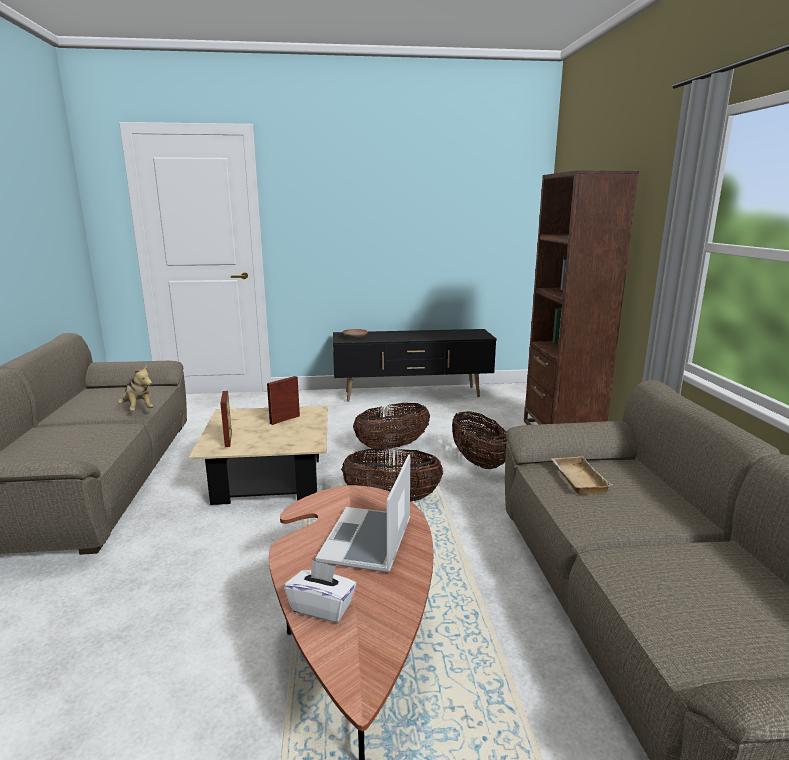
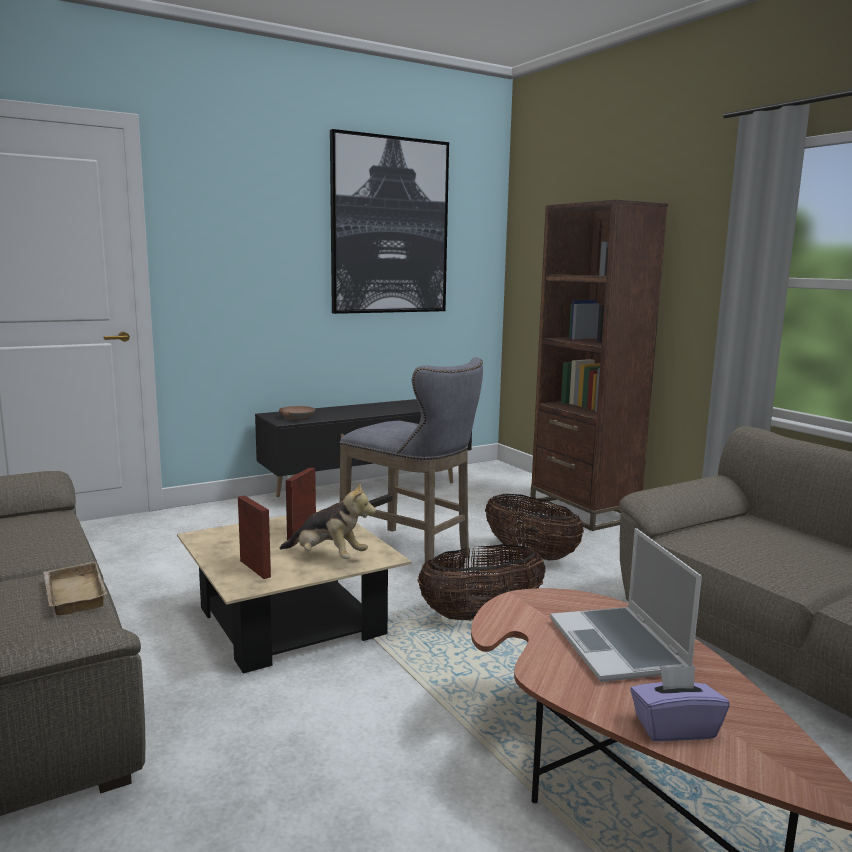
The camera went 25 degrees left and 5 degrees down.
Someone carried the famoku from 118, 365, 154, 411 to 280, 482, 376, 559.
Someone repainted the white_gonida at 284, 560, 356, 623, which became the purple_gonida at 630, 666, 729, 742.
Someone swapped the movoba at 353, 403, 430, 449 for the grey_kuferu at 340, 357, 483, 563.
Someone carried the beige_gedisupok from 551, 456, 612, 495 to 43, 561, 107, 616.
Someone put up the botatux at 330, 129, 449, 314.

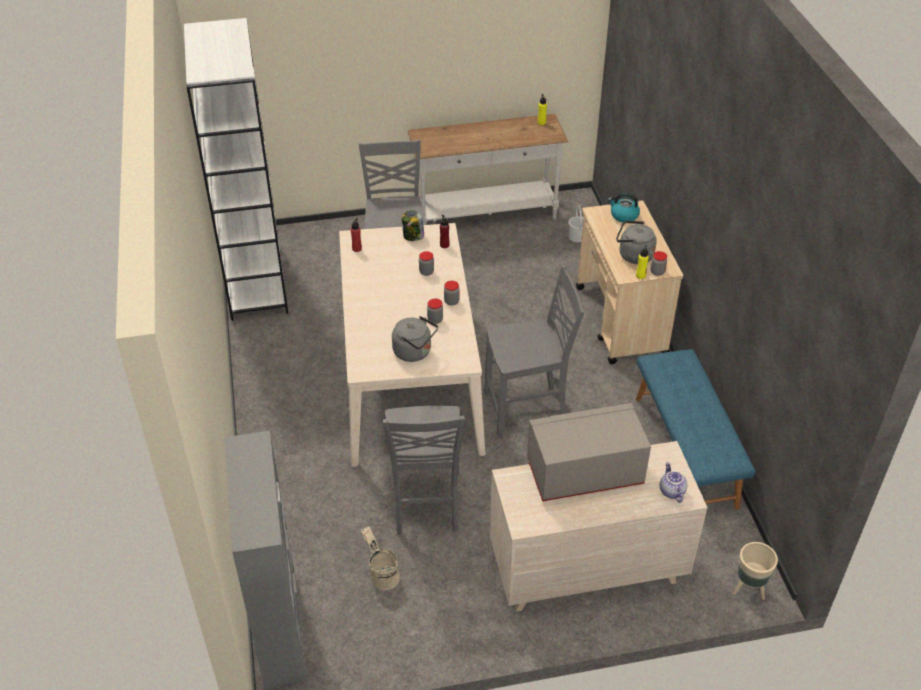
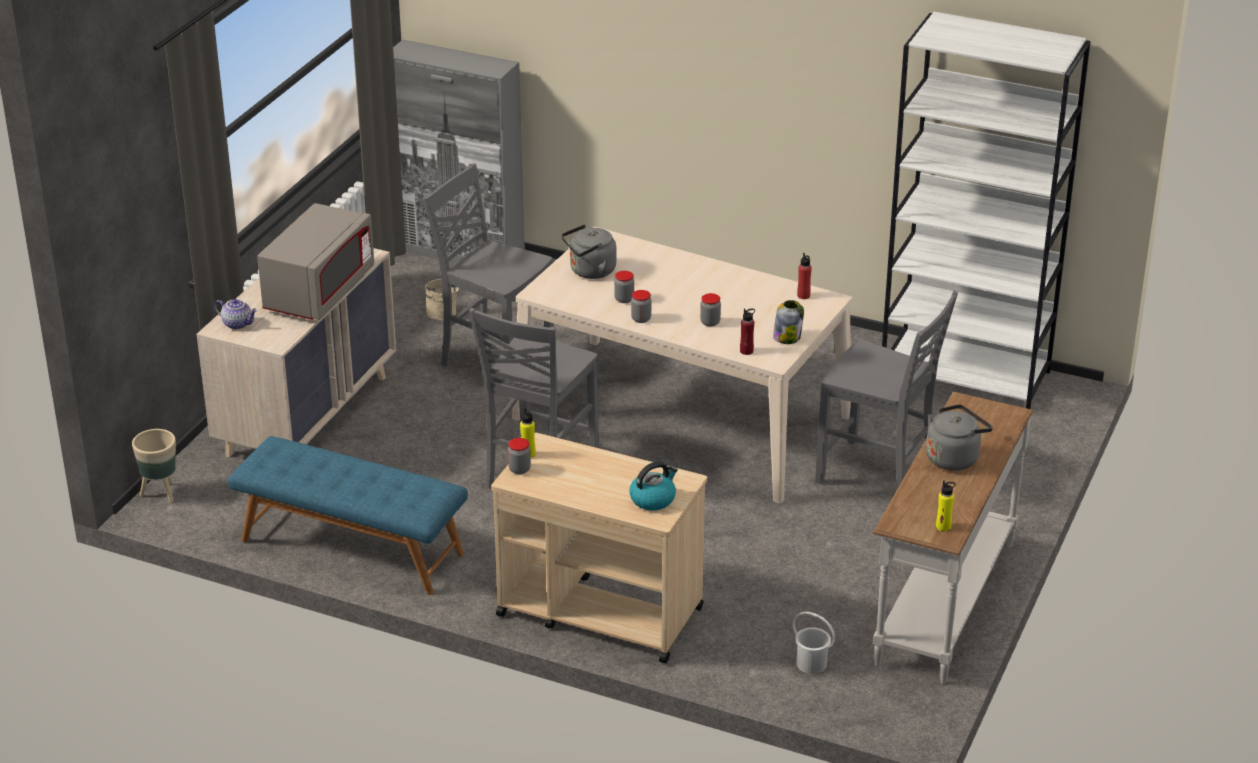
The camera went 125 degrees right and 10 degrees down.
Someone carried the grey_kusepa from 616, 220, 657, 264 to 926, 404, 993, 471.

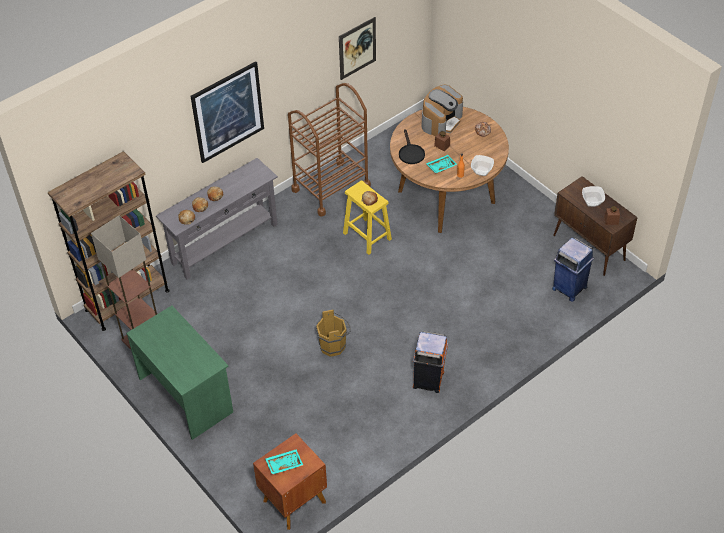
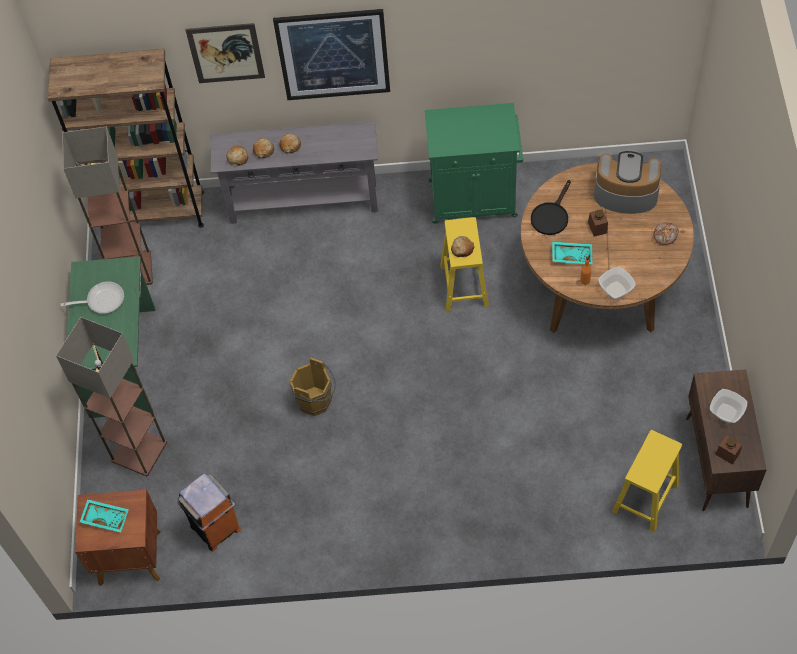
The camera went 40 degrees right and 10 degrees up.
Someone swapped the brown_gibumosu at 288, 83, 371, 217 for the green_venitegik at 425, 103, 523, 224.
Someone carried the botatux from 339, 17, 376, 80 to 185, 23, 265, 83.
Someone carried the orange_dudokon from 413, 331, 448, 393 to 177, 473, 241, 551.
Someone rotated the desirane at 421, 85, 463, 136 by 150 degrees counterclockwise.
Someone swapped the blue_dudokon at 552, 238, 594, 302 for the yellow_kuferu at 612, 430, 682, 532.
Someone put down the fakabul at 56, 317, 167, 476.
Someone put down the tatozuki at 61, 281, 124, 313.

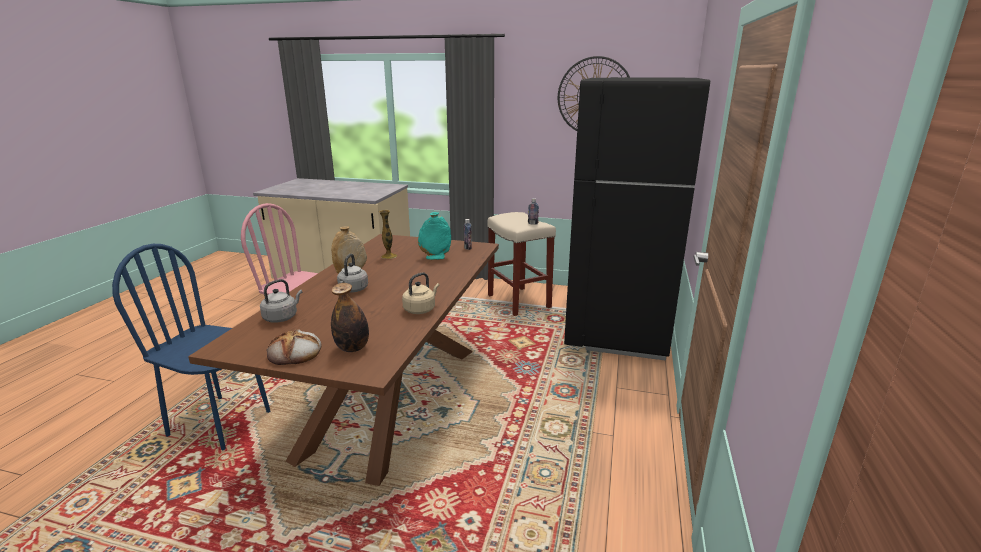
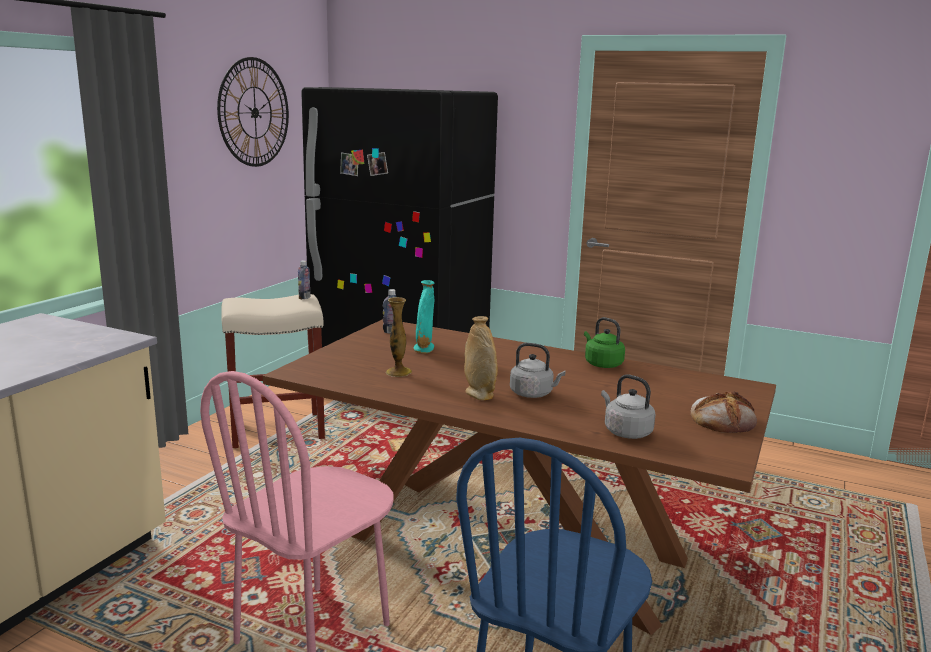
The camera went 80 degrees left and 5 degrees down.
Someone took away the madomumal at 331, 283, 369, 352.
Someone repainted the beige_kusepa at 402, 272, 439, 314, which became the green_kusepa at 584, 317, 625, 368.

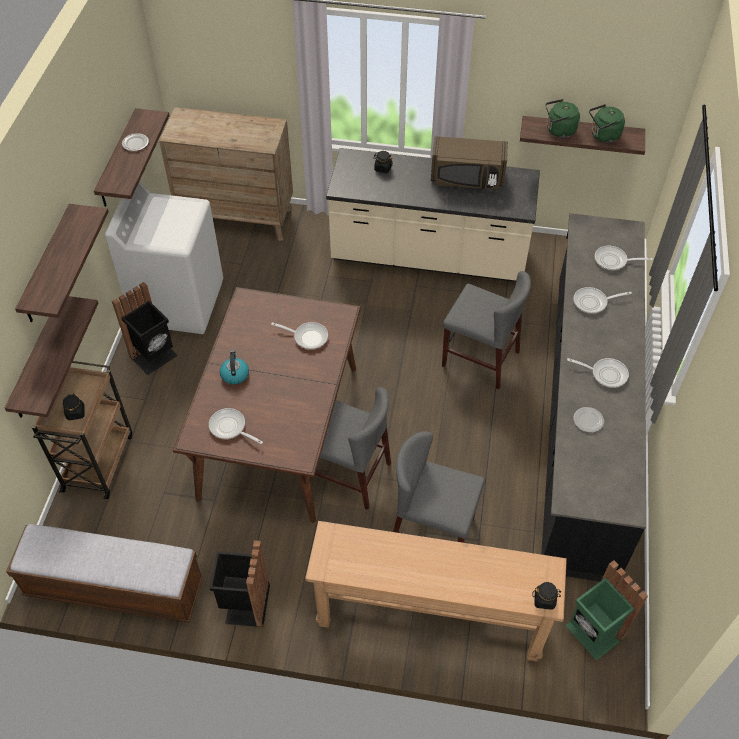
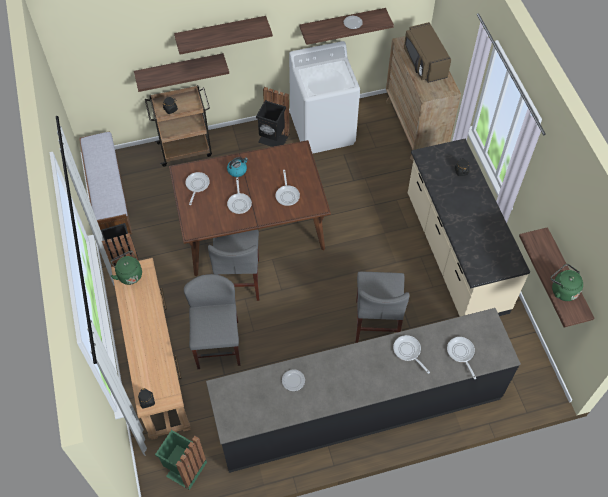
The camera went 65 degrees right and 5 degrees up.
Someone carried the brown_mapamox from 431, 136, 508, 190 to 404, 22, 451, 83.
Someone carried the green_kusepa from 546, 99, 580, 138 to 110, 251, 142, 285.
Someone carried the tatozuki from 567, 358, 629, 388 to 227, 177, 252, 214.

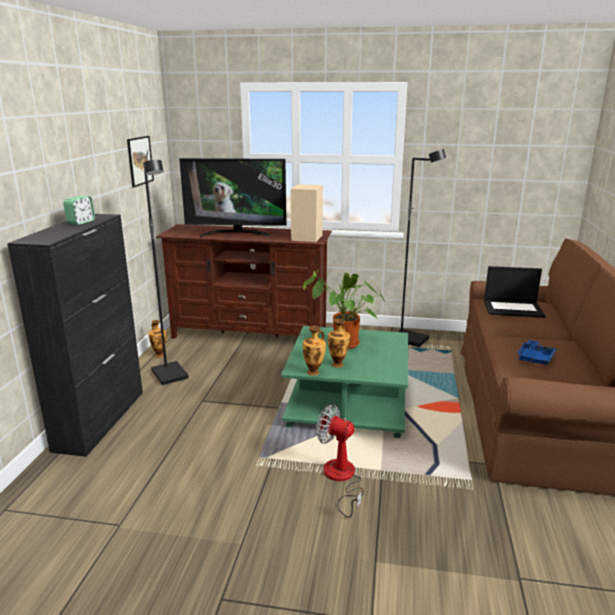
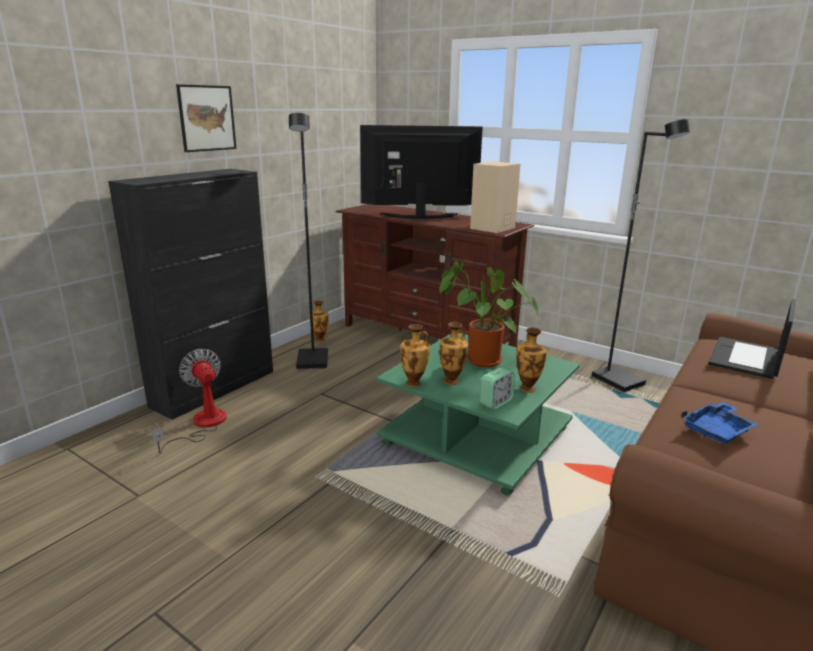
The camera went 25 degrees right and 0 degrees up.
Someone carried the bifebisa from 63, 196, 95, 225 to 480, 368, 515, 410.
Someone carried the botatux from 127, 136, 154, 187 to 176, 84, 237, 152.
Someone rotated the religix at 179, 158, 287, 237 by 150 degrees clockwise.
Someone carried the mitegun from 316, 404, 364, 518 to 152, 349, 227, 454.
Someone rotated the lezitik at 484, 266, 545, 318 by 90 degrees clockwise.
Someone put down the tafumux at 516, 328, 547, 393.

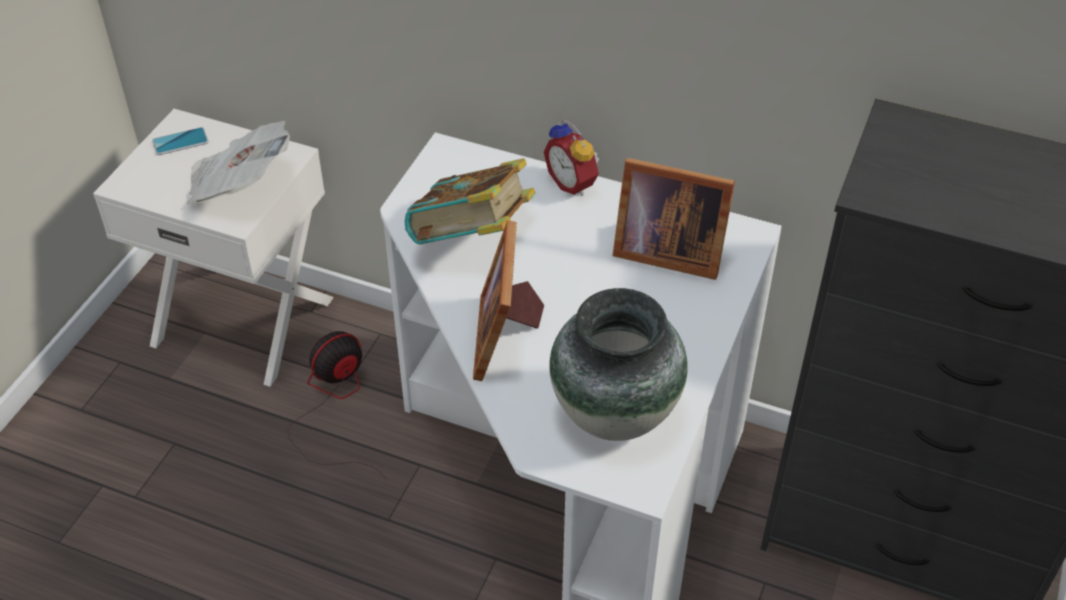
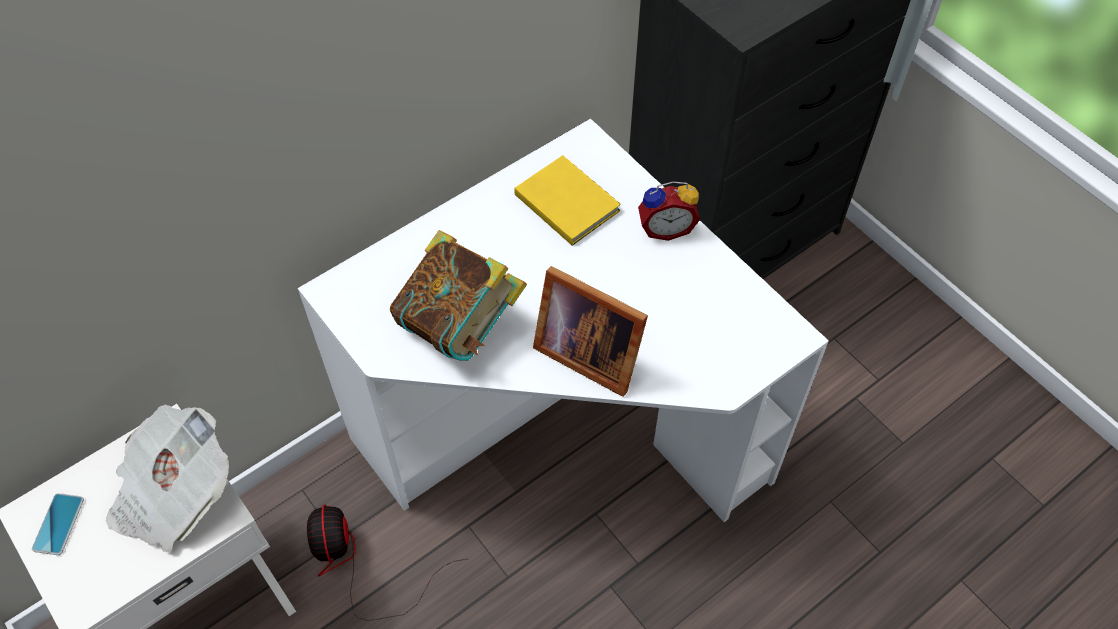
The camera went 60 degrees left and 10 degrees up.
Someone carried the bifebisa from 544, 119, 599, 196 to 638, 181, 700, 241.
Someone took away the tafumux at 549, 288, 688, 441.
Someone swapped the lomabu at 612, 158, 735, 280 for the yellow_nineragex at 514, 155, 621, 246.

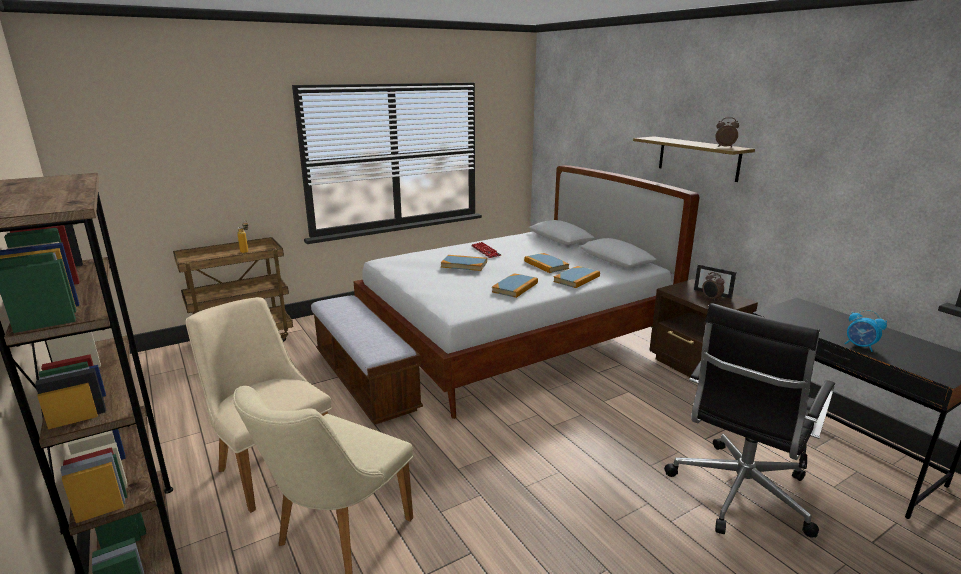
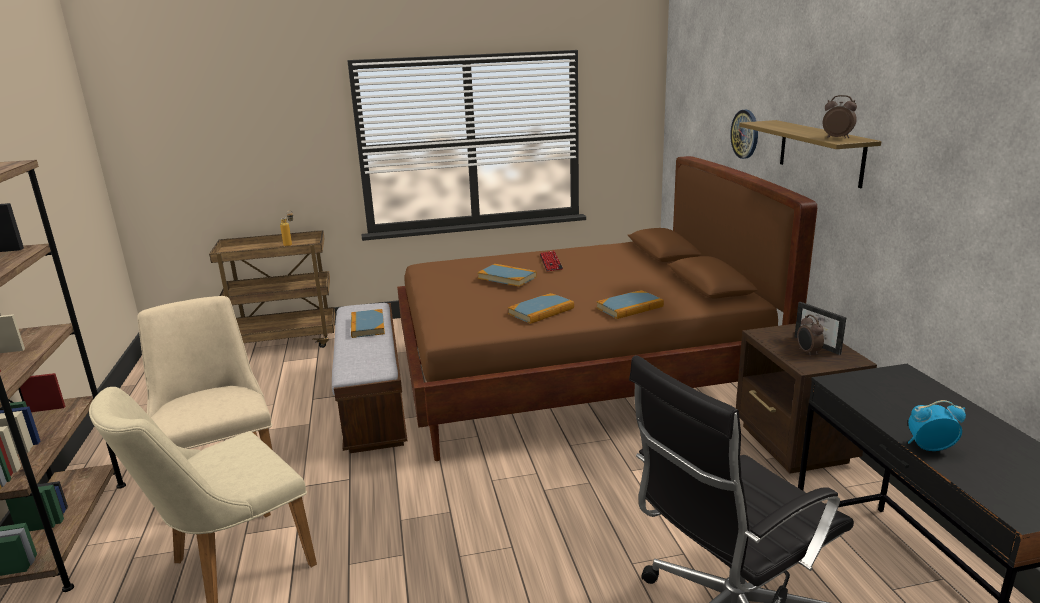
The camera went 20 degrees right and 0 degrees up.
Someone repainted the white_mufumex at 353, 165, 700, 419, which became the brown_mufumex at 397, 156, 817, 461.
Someone carried the nineragex from 524, 253, 569, 273 to 351, 309, 385, 338.
Someone rotated the bifebisa at 845, 310, 887, 352 by 120 degrees clockwise.
Someone put up the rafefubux at 730, 110, 758, 159.

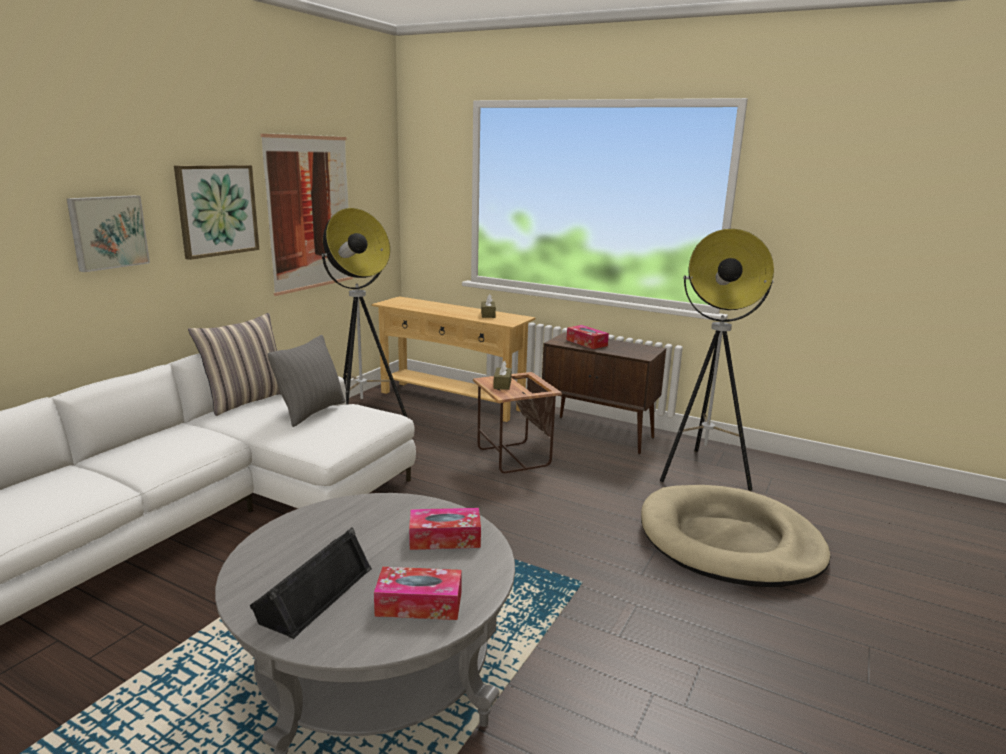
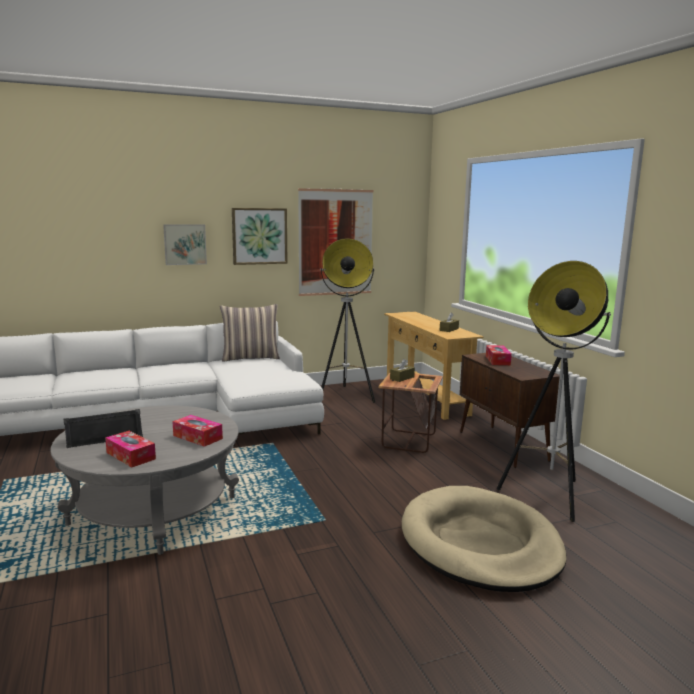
The camera went 40 degrees right and 5 degrees down.
Someone took away the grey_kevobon at 268, 335, 345, 427.

